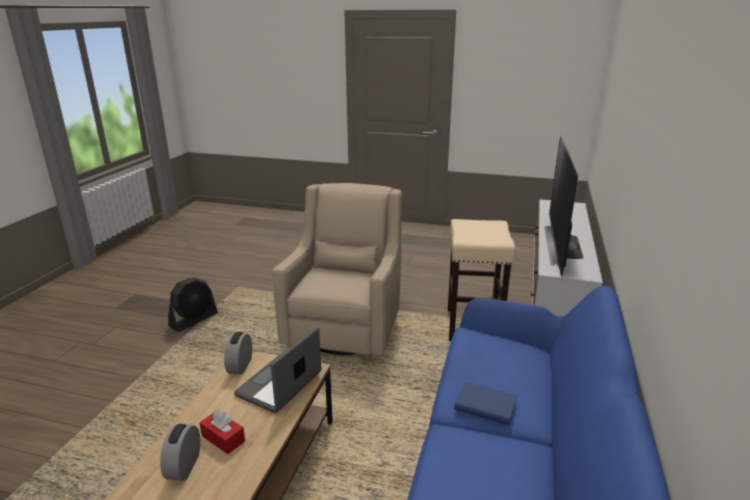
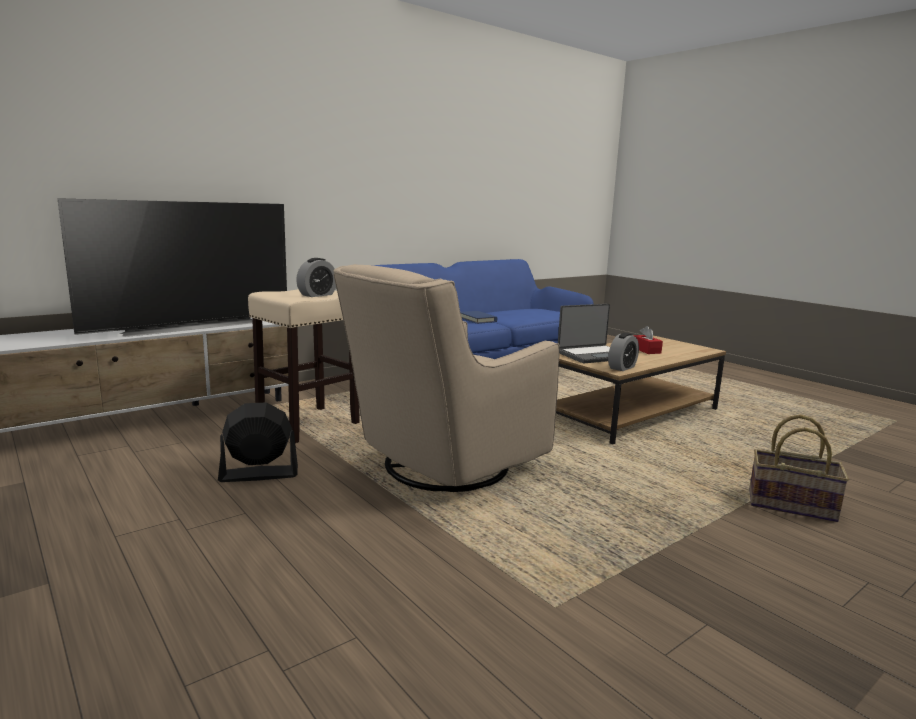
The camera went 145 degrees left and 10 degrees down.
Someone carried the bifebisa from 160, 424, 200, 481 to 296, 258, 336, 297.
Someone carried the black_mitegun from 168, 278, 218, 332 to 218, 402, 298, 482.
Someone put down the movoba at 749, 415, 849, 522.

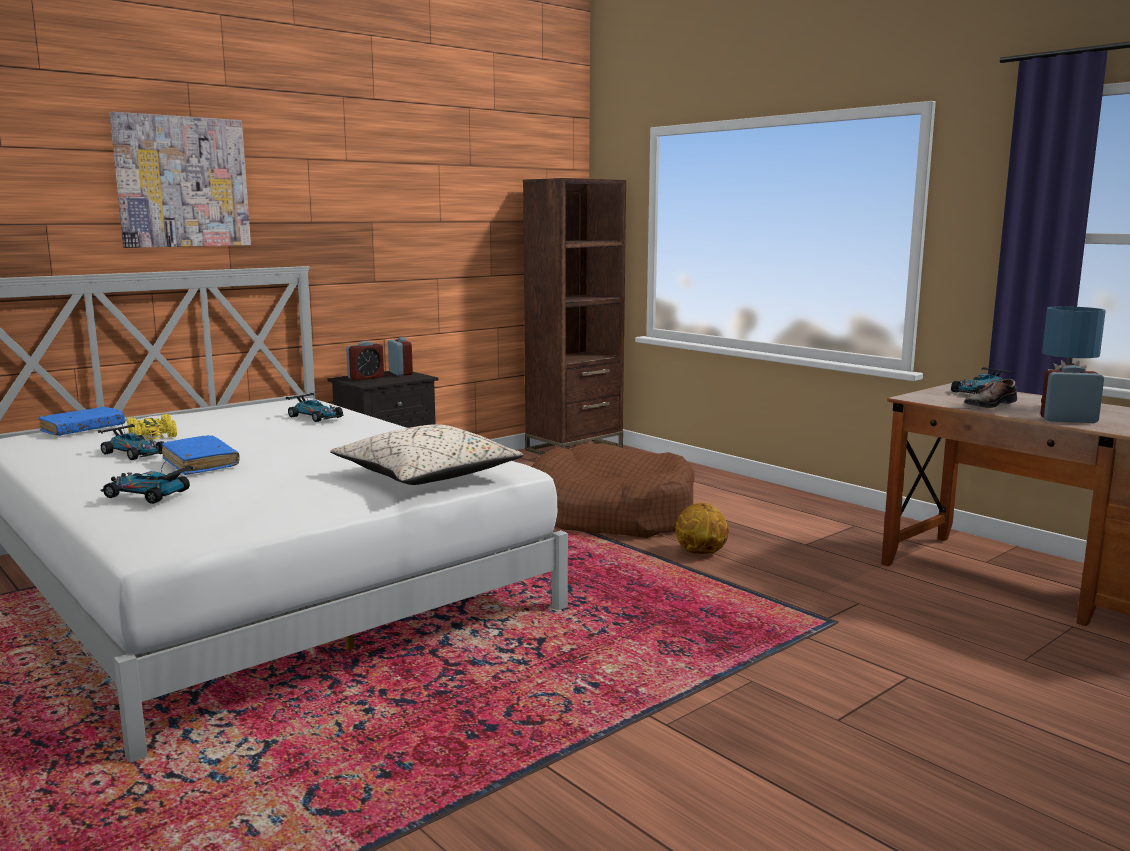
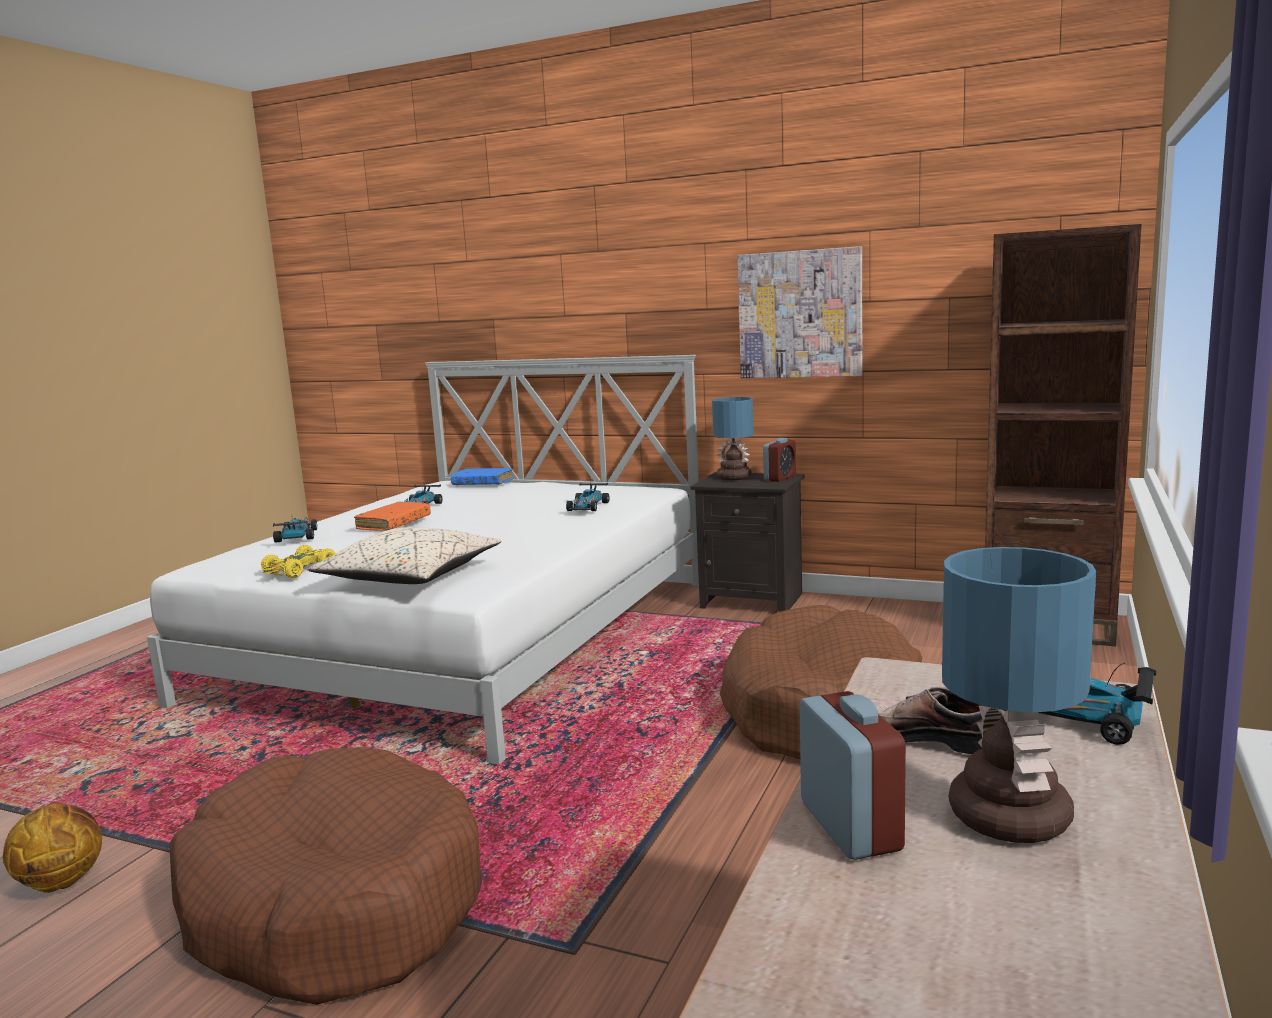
The camera went 65 degrees right and 0 degrees up.
Someone carried the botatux from 110, 112, 251, 248 to 737, 246, 862, 378.
Someone carried the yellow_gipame from 127, 414, 177, 439 to 261, 545, 336, 578.
Someone repainted the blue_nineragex at 162, 435, 240, 475, which became the orange_nineragex at 354, 502, 431, 531.
Someone swapped the bifebisa at 346, 341, 384, 381 for the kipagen at 712, 397, 754, 480.
Someone carried the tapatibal from 675, 503, 729, 554 to 3, 803, 102, 893.
Someone put down the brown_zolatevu at 169, 747, 482, 1005.

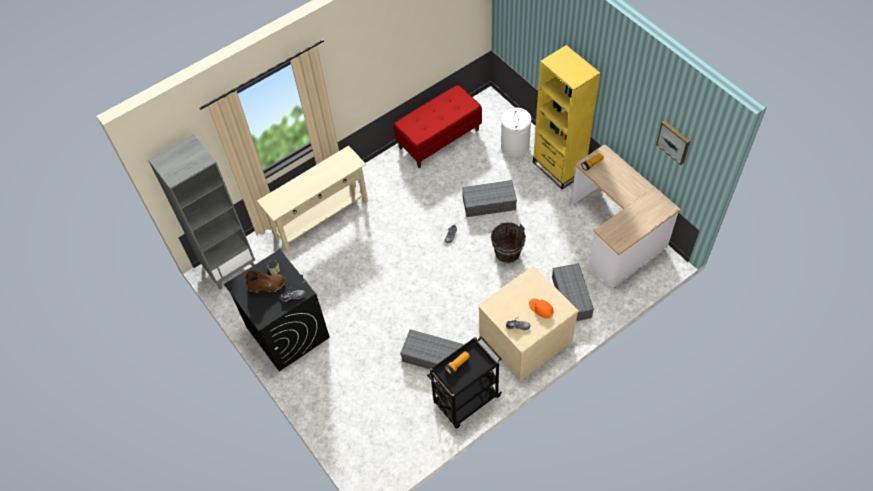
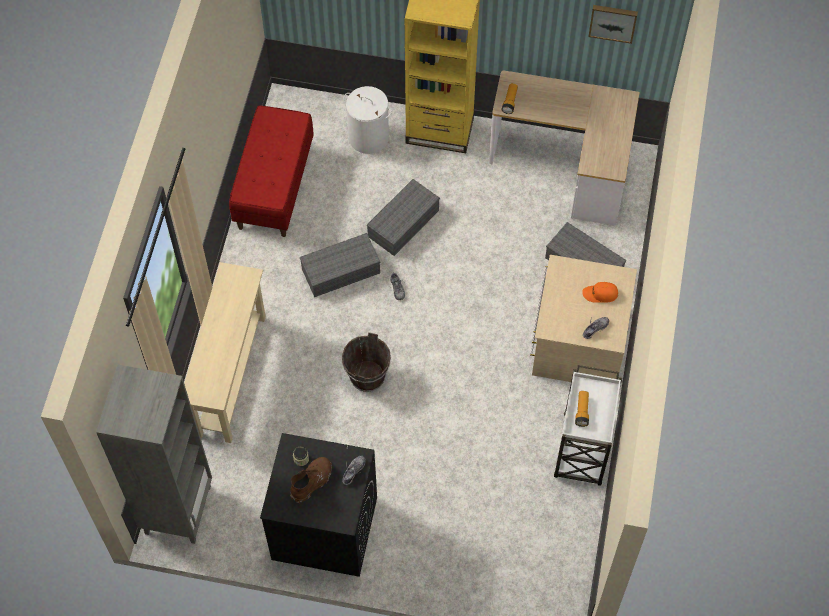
The camera went 45 degrees left and 5 degrees up.
Someone carried the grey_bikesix from 400, 329, 463, 369 to 300, 233, 381, 297.
Someone repainted the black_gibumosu at 427, 336, 502, 428, which became the white_gibumosu at 554, 365, 622, 486.
Someone carried the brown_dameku from 491, 222, 526, 264 to 342, 332, 391, 392.

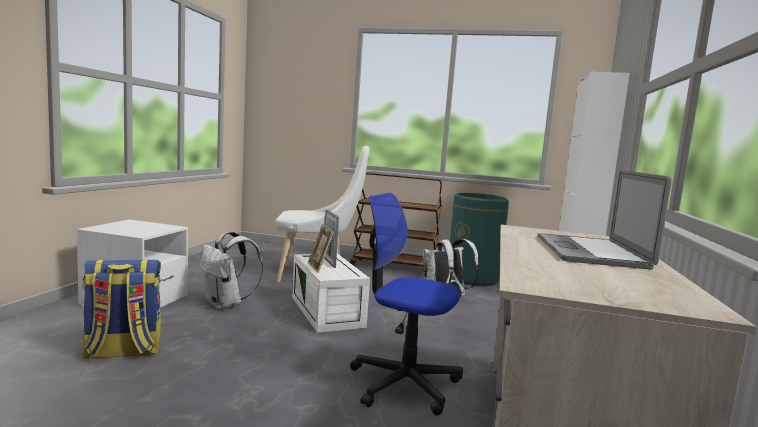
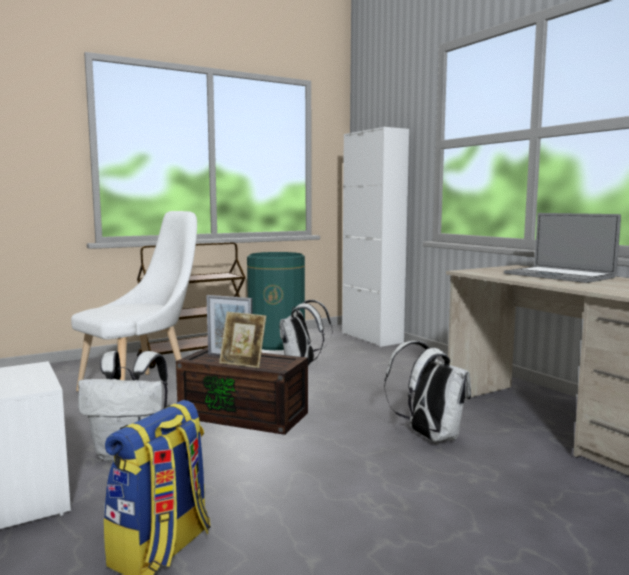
The camera went 45 degrees left and 0 degrees up.
Someone repainted the white_bikesix at 292, 253, 370, 333, which became the brown_bikesix at 176, 347, 308, 435.
Someone swapped the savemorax at 350, 193, 463, 415 for the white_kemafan at 384, 341, 471, 442.

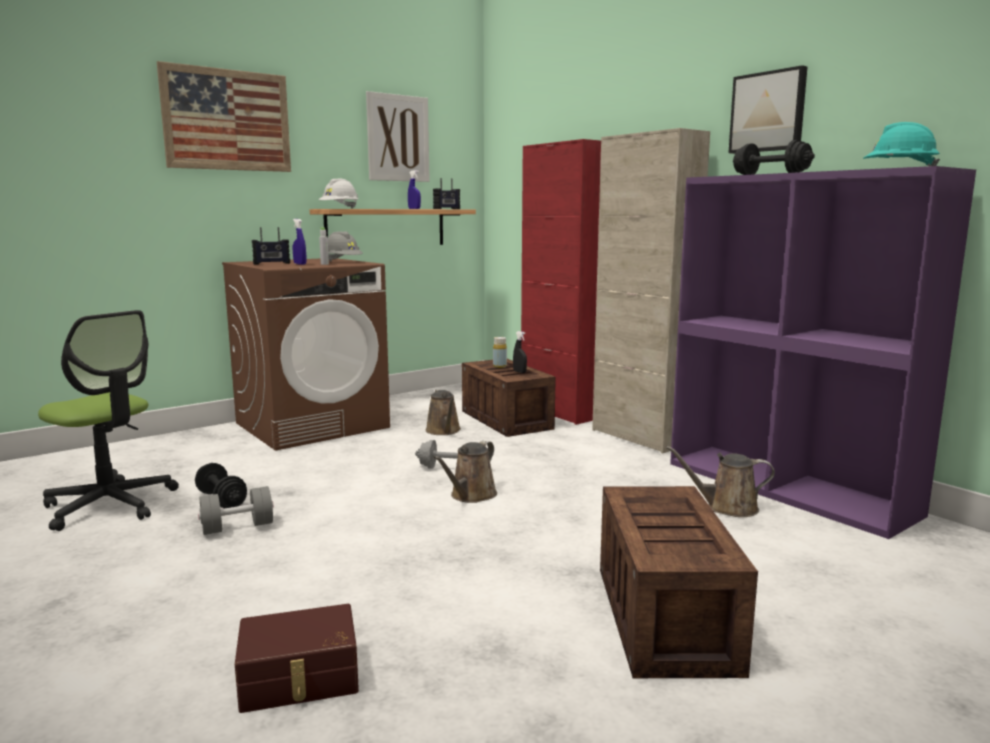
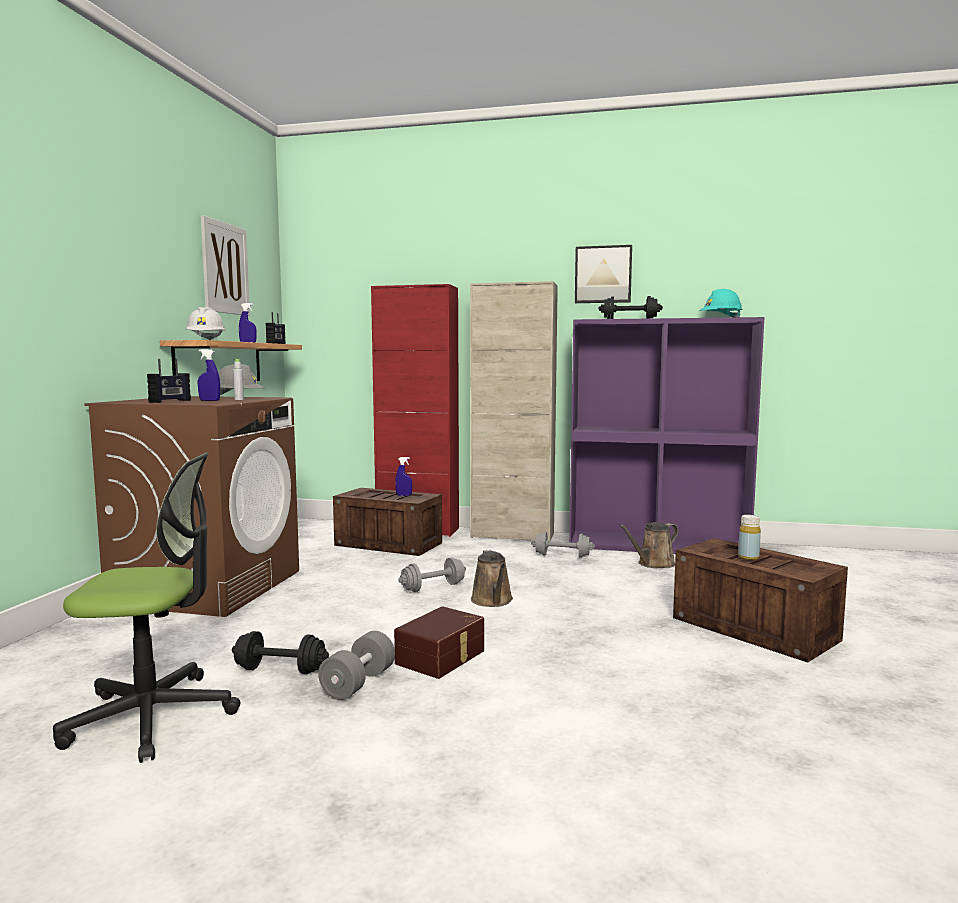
The camera went 40 degrees left and 5 degrees down.
Someone took away the botatux at 157, 61, 291, 172.
Someone carried the brown_bikesix from 235, 604, 359, 713 to 394, 606, 484, 679.
Someone took away the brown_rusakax at 426, 389, 461, 435.
Someone carried the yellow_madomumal from 493, 337, 507, 368 to 738, 515, 761, 560.
Someone repainted the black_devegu at 513, 331, 527, 373, which became the blue_devegu at 395, 457, 412, 496.
Someone put down the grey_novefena at 531, 532, 595, 558.

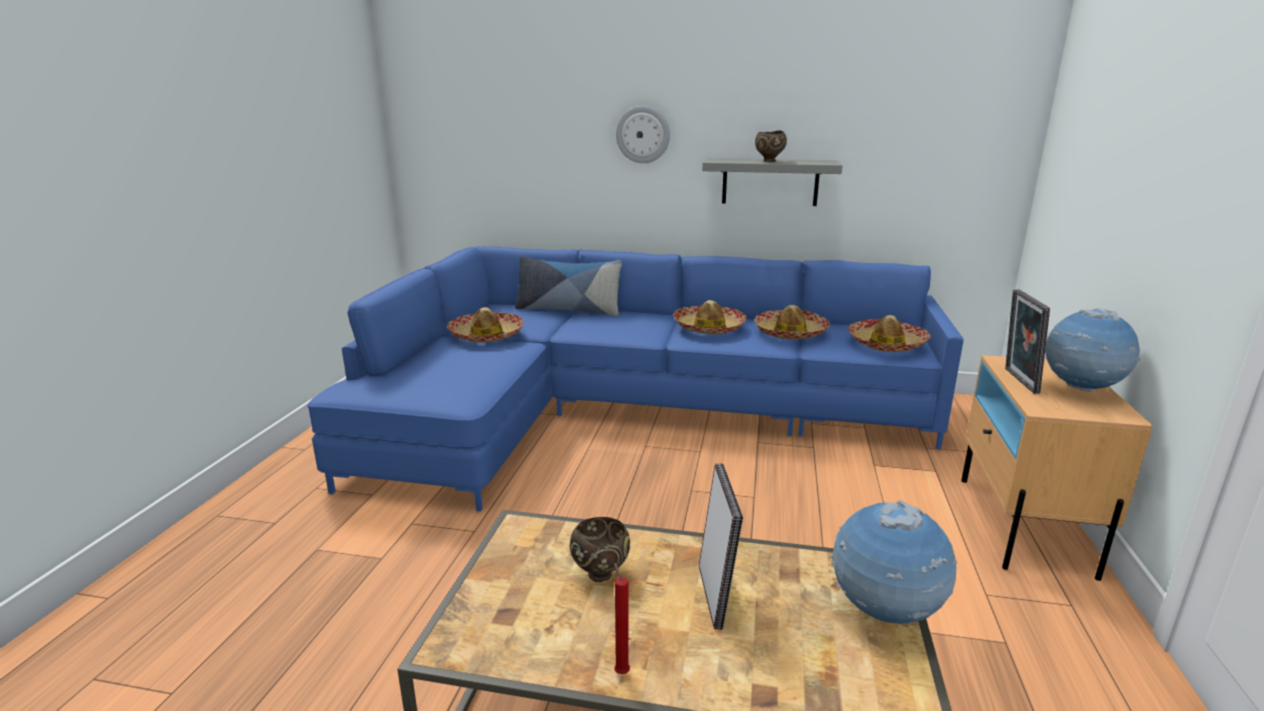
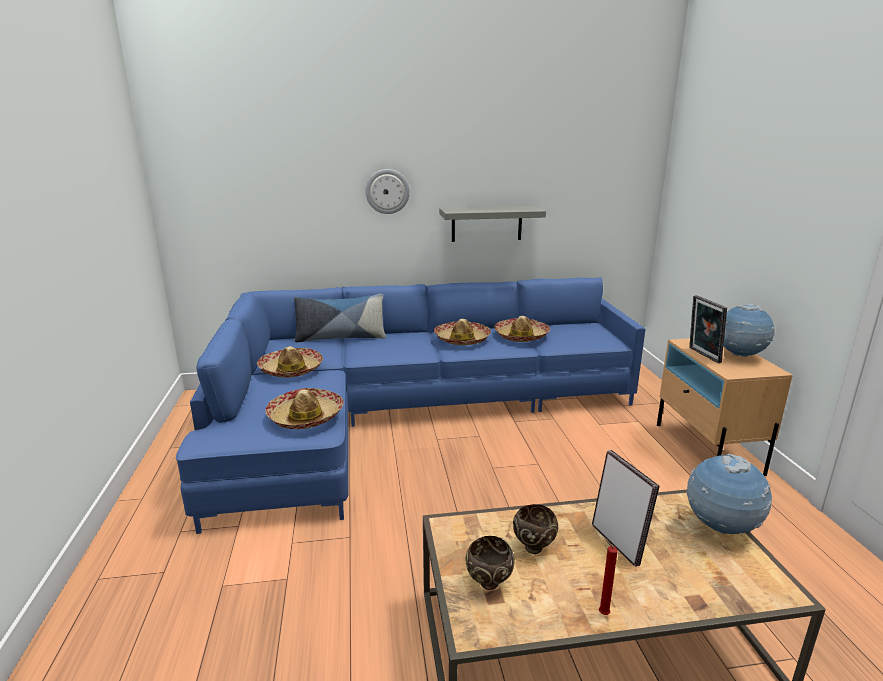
The camera went 20 degrees left and 0 degrees up.
Someone carried the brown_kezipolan from 755, 131, 787, 162 to 465, 536, 514, 590.
Someone carried the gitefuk from 848, 315, 931, 352 to 265, 388, 344, 429.

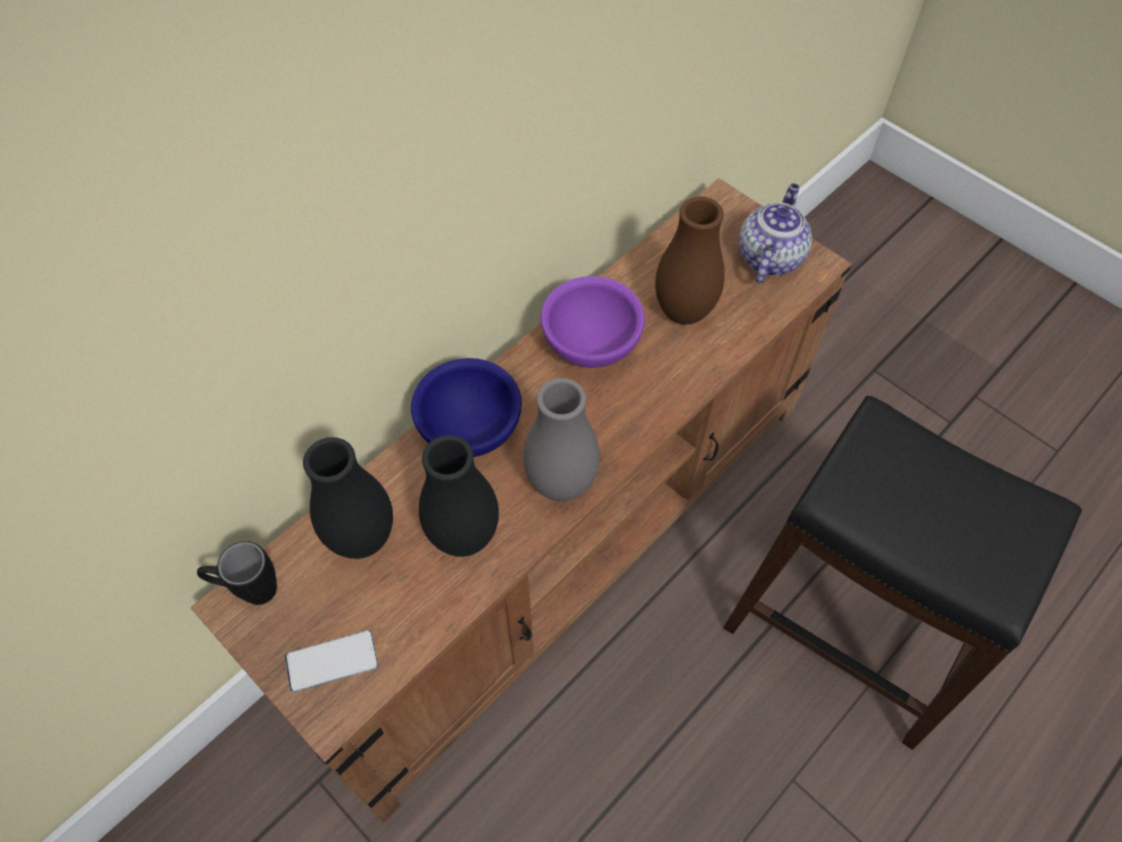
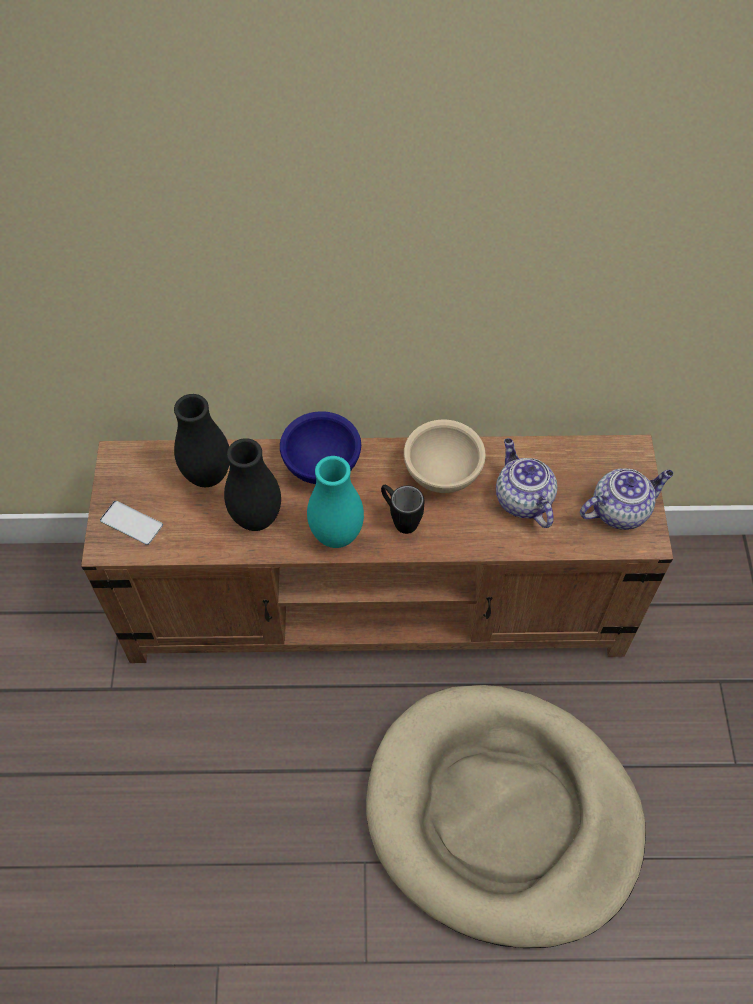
The camera went 45 degrees right and 0 degrees up.
Someone carried the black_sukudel from 197, 541, 277, 605 to 381, 485, 424, 534.
Someone repainted the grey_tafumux at 523, 378, 600, 501, which became the turquoise_tafumux at 307, 456, 364, 548.
Someone repainted the purple_kezipolan at 541, 276, 645, 368, which became the beige_kezipolan at 404, 420, 486, 493.
Someone swapped the brown_tafumux at 655, 196, 725, 325 for the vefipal at 496, 438, 557, 528.
Someone swapped the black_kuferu at 723, 396, 1082, 750 for the beige_zolatevu at 366, 685, 646, 948.

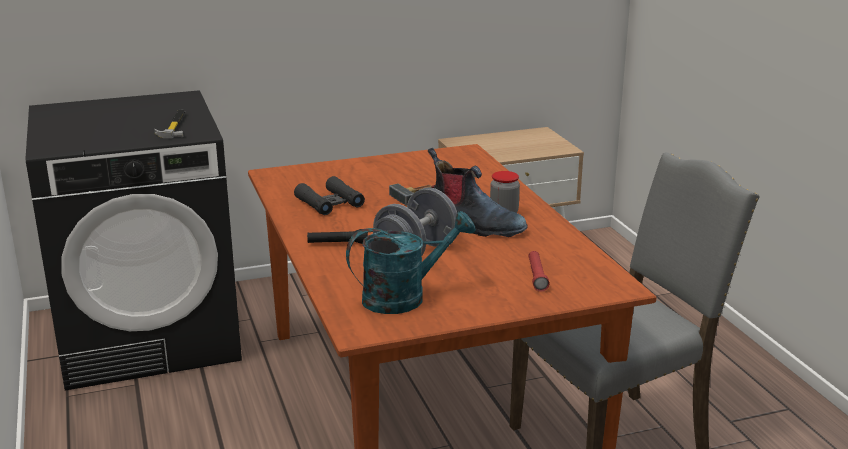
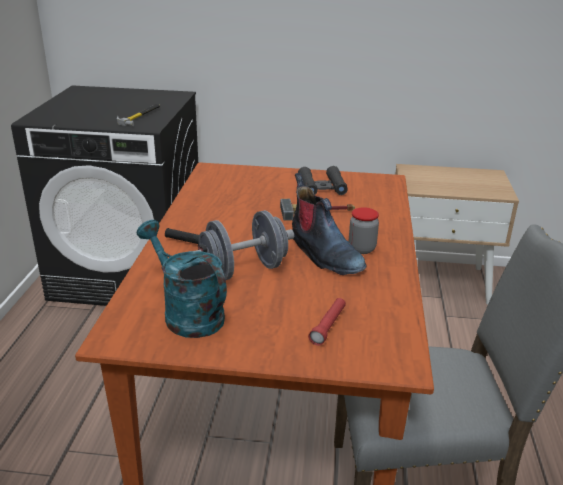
The camera went 25 degrees right and 5 degrees up.
Someone carried the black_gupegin from 294, 176, 365, 215 to 298, 166, 348, 195.
Someone rotated the turquoise_rusakax at 346, 211, 476, 314 by 135 degrees counterclockwise.

